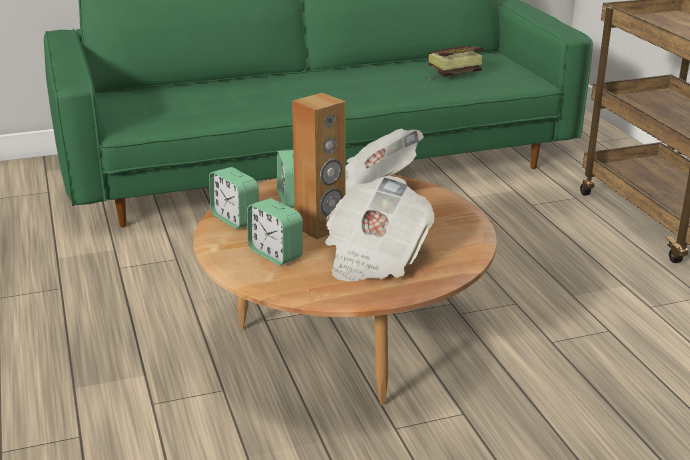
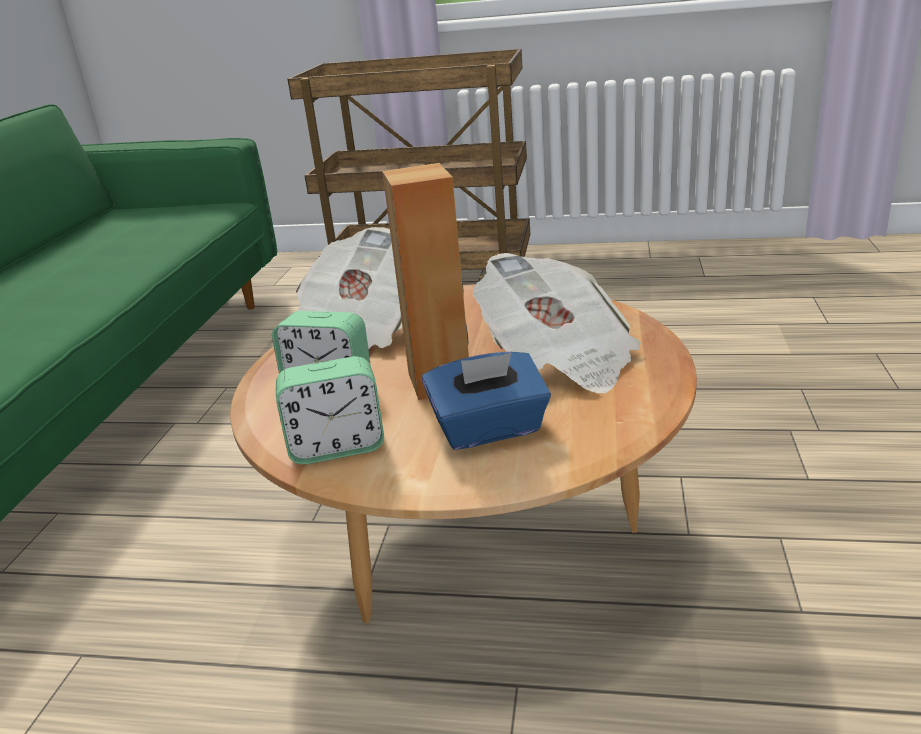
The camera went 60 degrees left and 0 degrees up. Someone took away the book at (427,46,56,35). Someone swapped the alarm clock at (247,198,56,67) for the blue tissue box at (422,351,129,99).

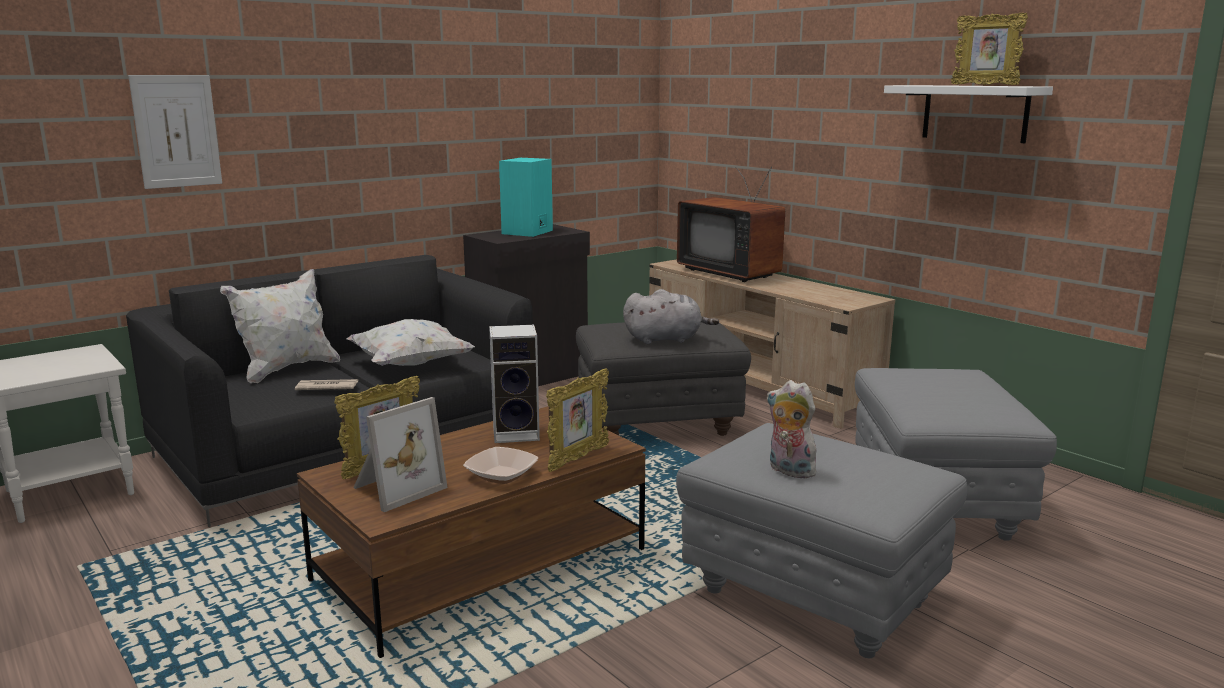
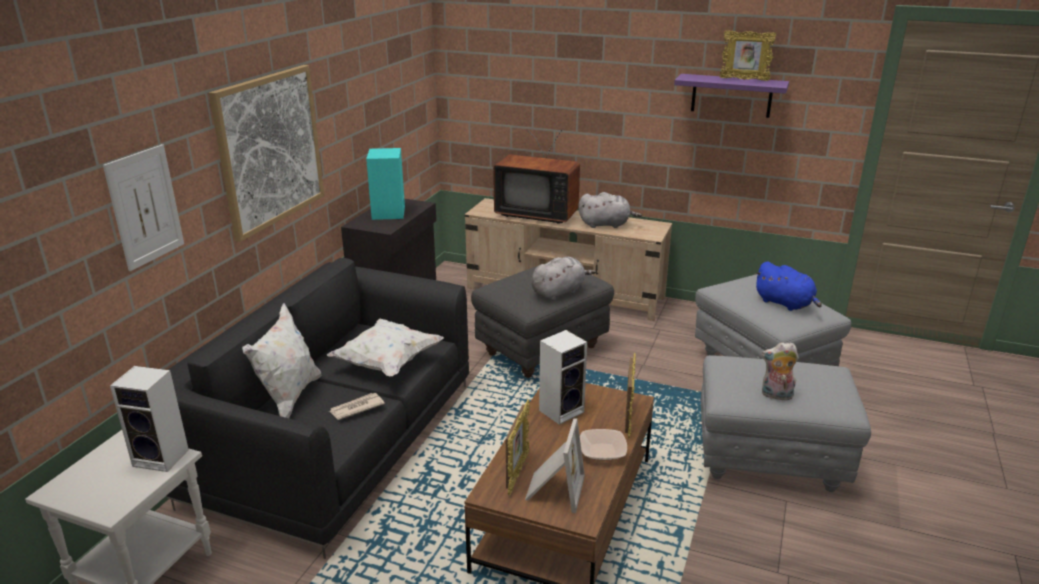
The camera went 30 degrees left and 10 degrees up. Someone put down the speaker at (110,366,79,106). Someone put up the picture at (209,65,115,177). Someone put down the grey plush toy at (578,192,64,36). Someone put down the blue plush toy at (754,262,68,49). Someone repainted the white shelf at (884,85,169,58), which became the purple shelf at (674,74,115,44).

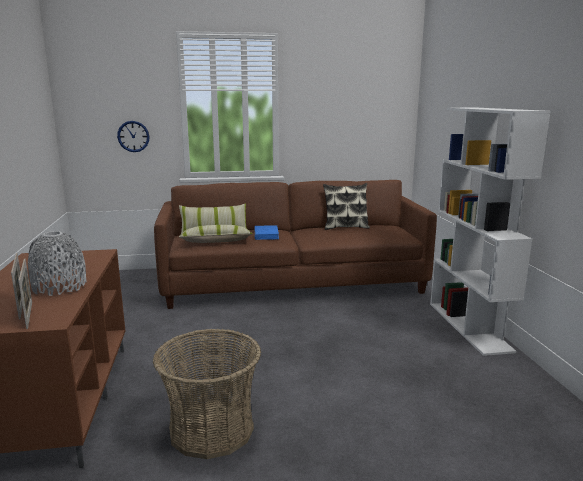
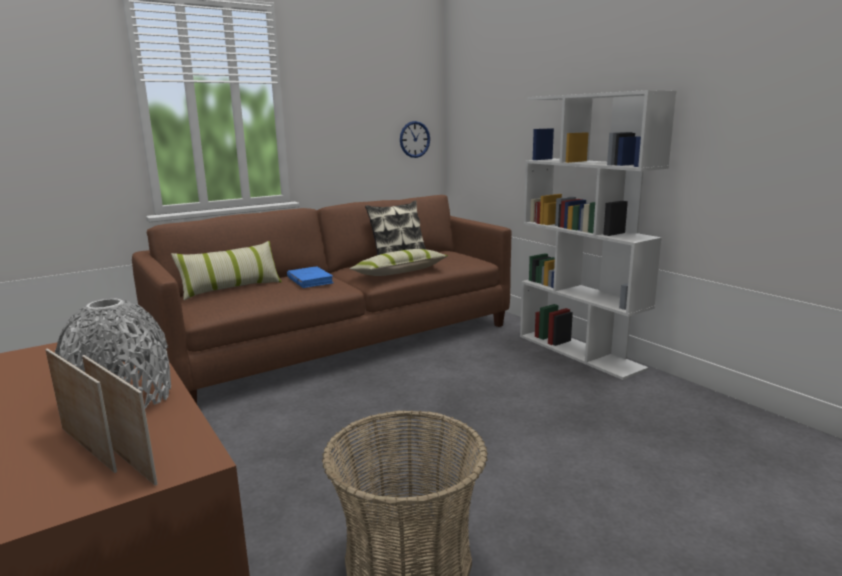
The camera went 25 degrees left and 0 degrees up. Someone carried the wall clock from (117,121,33,31) to (400,121,30,37). Someone carried the pillow from (179,225,74,18) to (350,249,98,27).

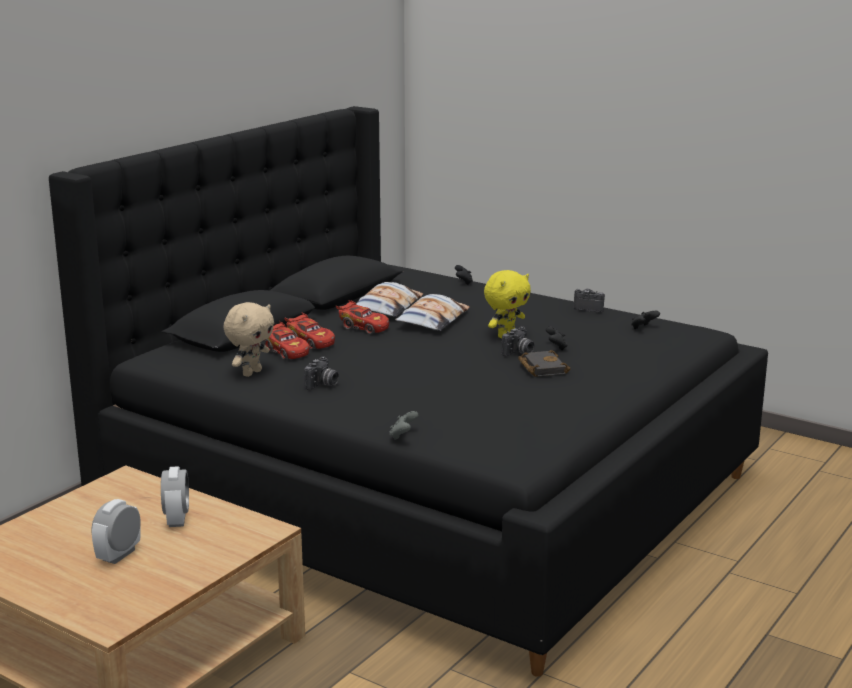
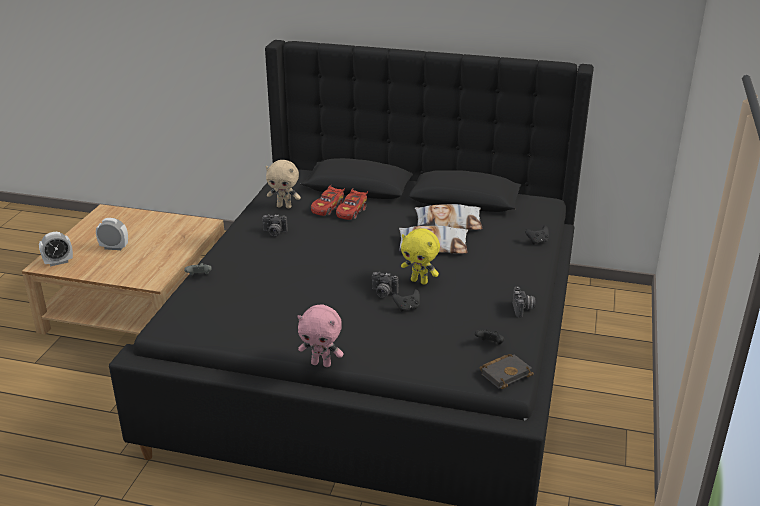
The camera went 70 degrees right and 10 degrees up. Someone took away the red toy car at (336,300,53,34). Someone put down the pink plush toy at (297,305,47,62). Someone carried the alarm clock from (161,466,28,61) to (39,232,34,35). Someone carried the black book from (518,350,52,27) to (480,354,54,35).

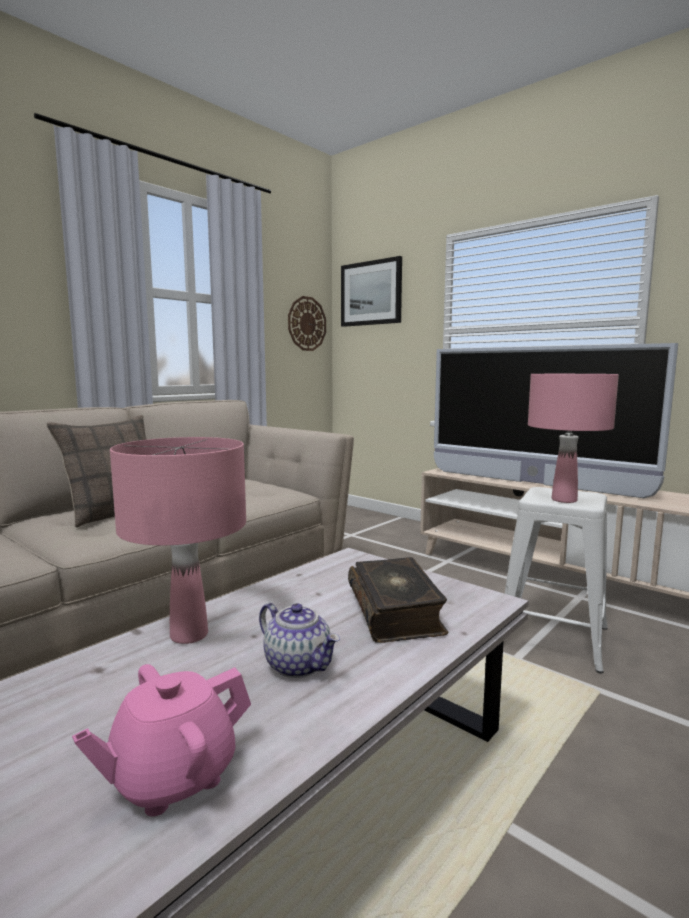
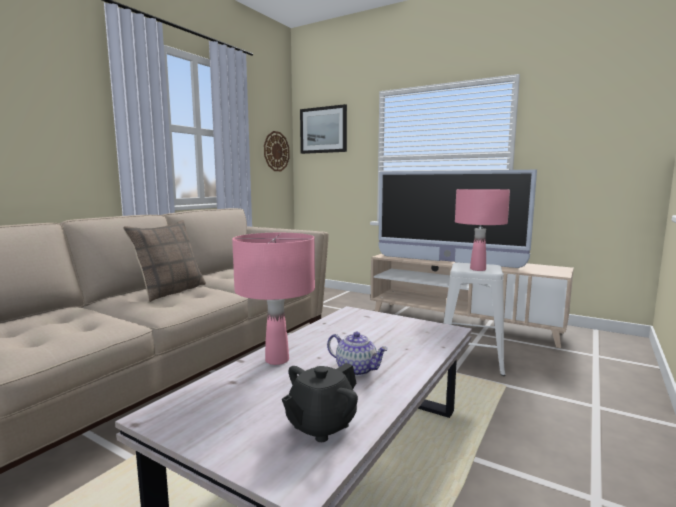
The camera went 10 degrees left and 0 degrees up. Someone took away the book at (348,557,100,86). Someone repainted the pink teapot at (72,664,179,153), which became the black teapot at (282,363,76,79).

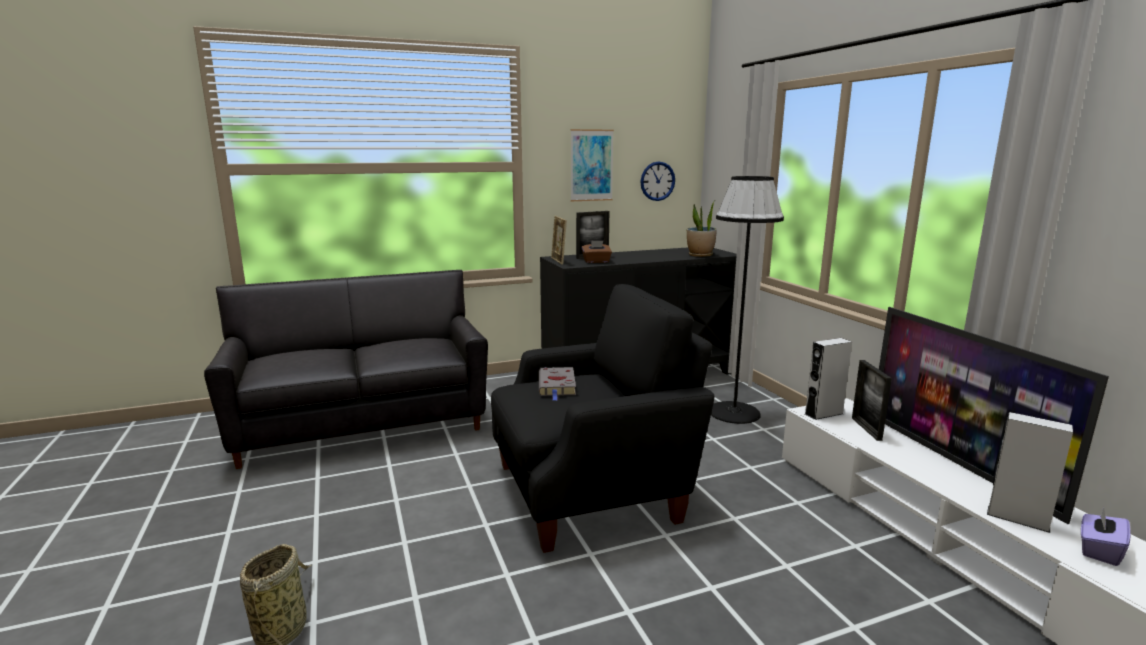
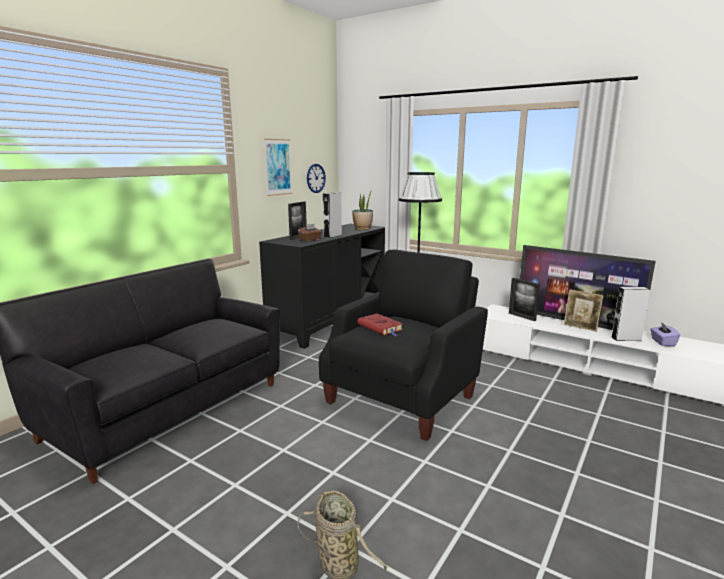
The camera went 35 degrees left and 0 degrees up. Someone carried the picture frame from (551,216,16,49) to (564,289,40,43). Someone carried the grey speaker from (805,338,47,82) to (323,192,19,46). Someone repainted the grey book at (539,367,37,34), which became the red book at (358,313,45,23).

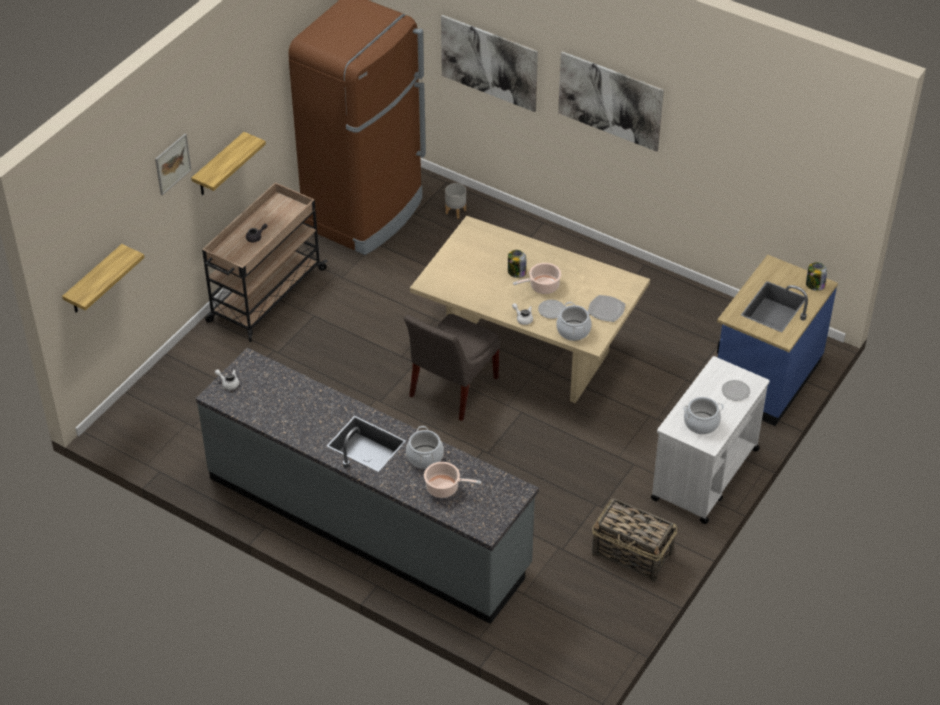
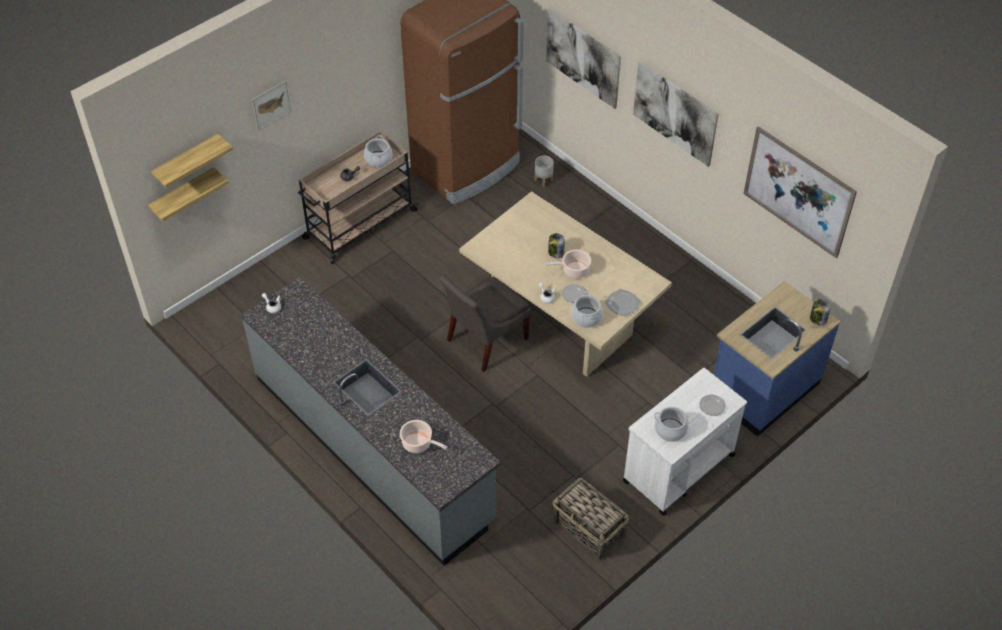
The camera went 15 degrees right and 5 degrees up. Someone put up the picture at (743,126,114,132). Someone carried the shelf from (191,132,75,63) to (151,134,82,54). Someone carried the cooking pot from (406,426,38,43) to (364,135,28,32).

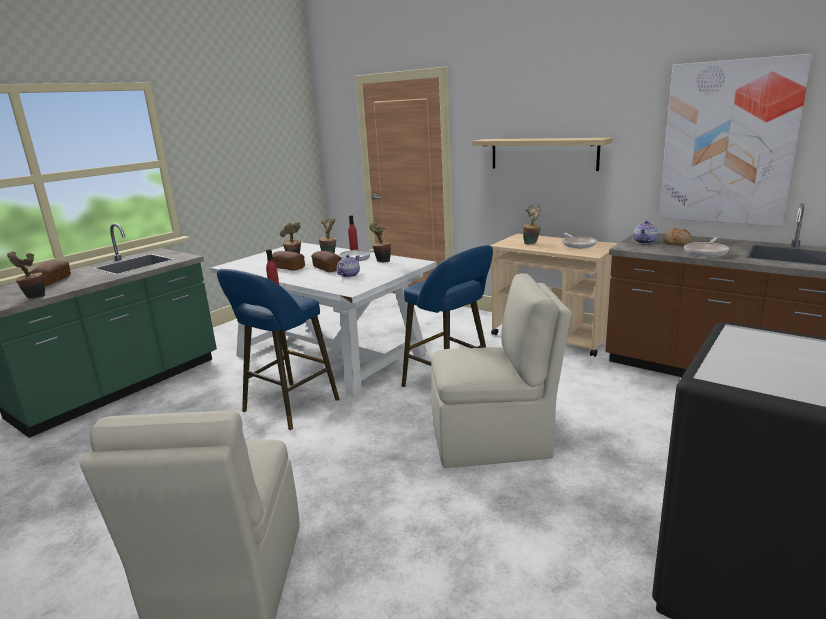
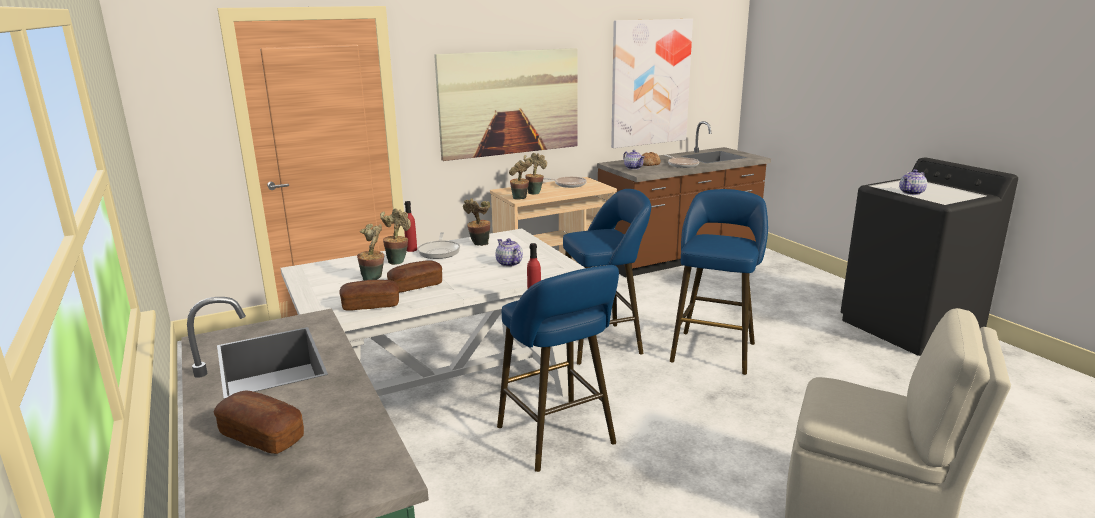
The camera went 65 degrees left and 0 degrees up. Someone put down the teapot at (899,169,28,26). Someone carried the potted plant from (7,251,39,48) to (509,160,22,39). Someone carried the bread from (311,251,31,21) to (339,280,60,31). Someone swapped the beige chair at (431,274,141,194) for the blue stool at (670,189,98,186). Someone swapped the shelf at (471,138,142,33) for the picture at (434,48,144,113).

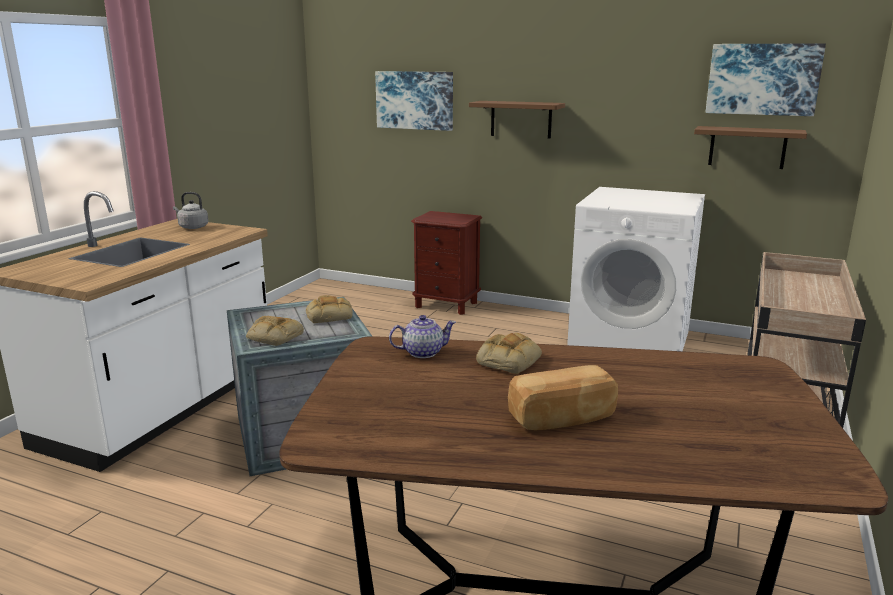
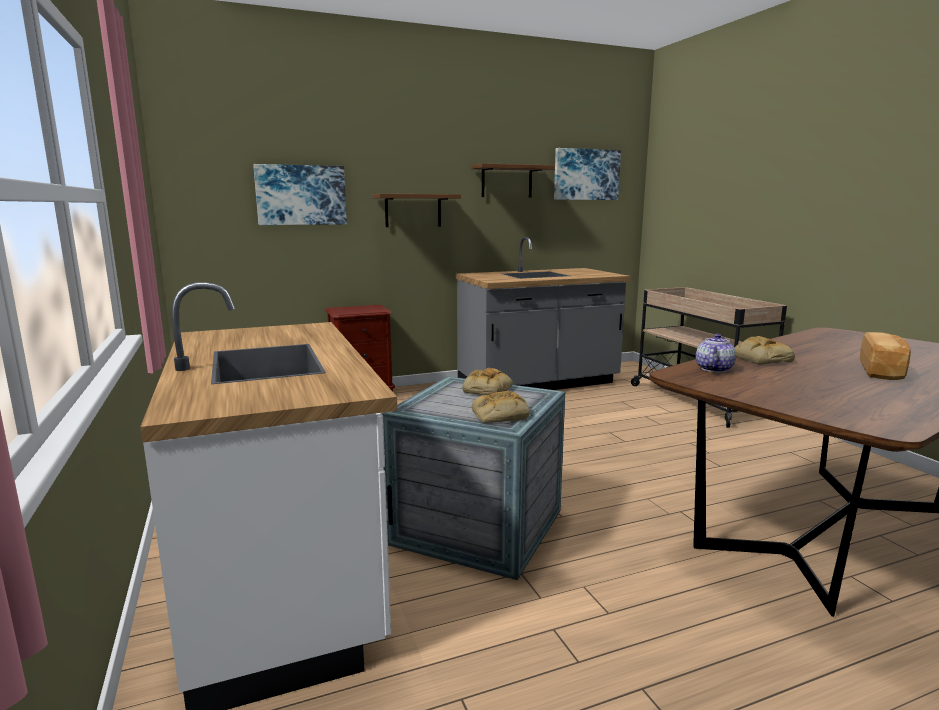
The camera went 45 degrees left and 5 degrees down. Someone took away the grey kettle at (173,192,35,37). Someone carried the brown shelf from (694,126,113,43) to (471,163,84,34). Someone swapped the white washing machine at (567,187,138,164) for the grey counter at (456,237,175,153).

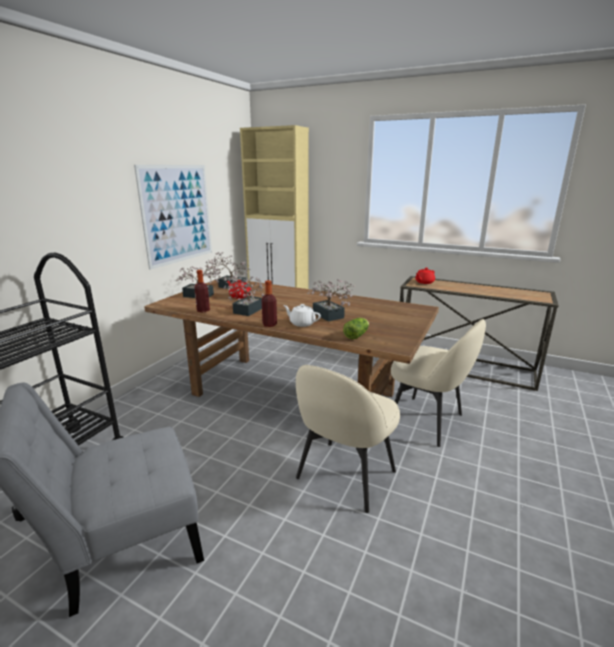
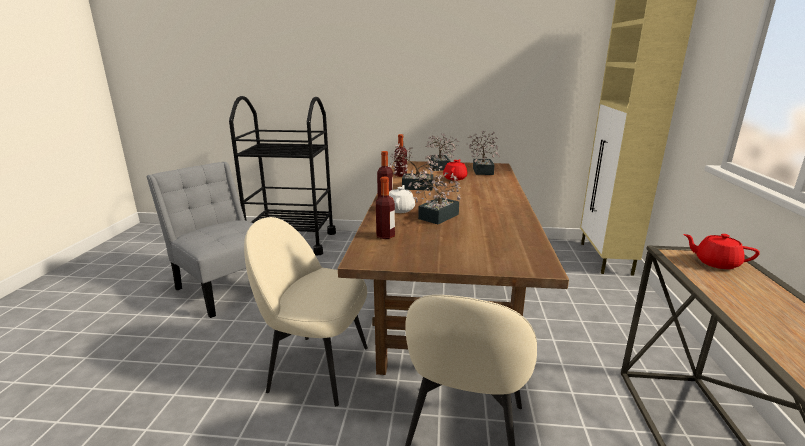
The camera went 70 degrees right and 0 degrees up. Someone took away the picture at (134,165,78,105). Someone swapped the lettuce at (343,318,26,21) for the bottle at (376,177,19,62).

